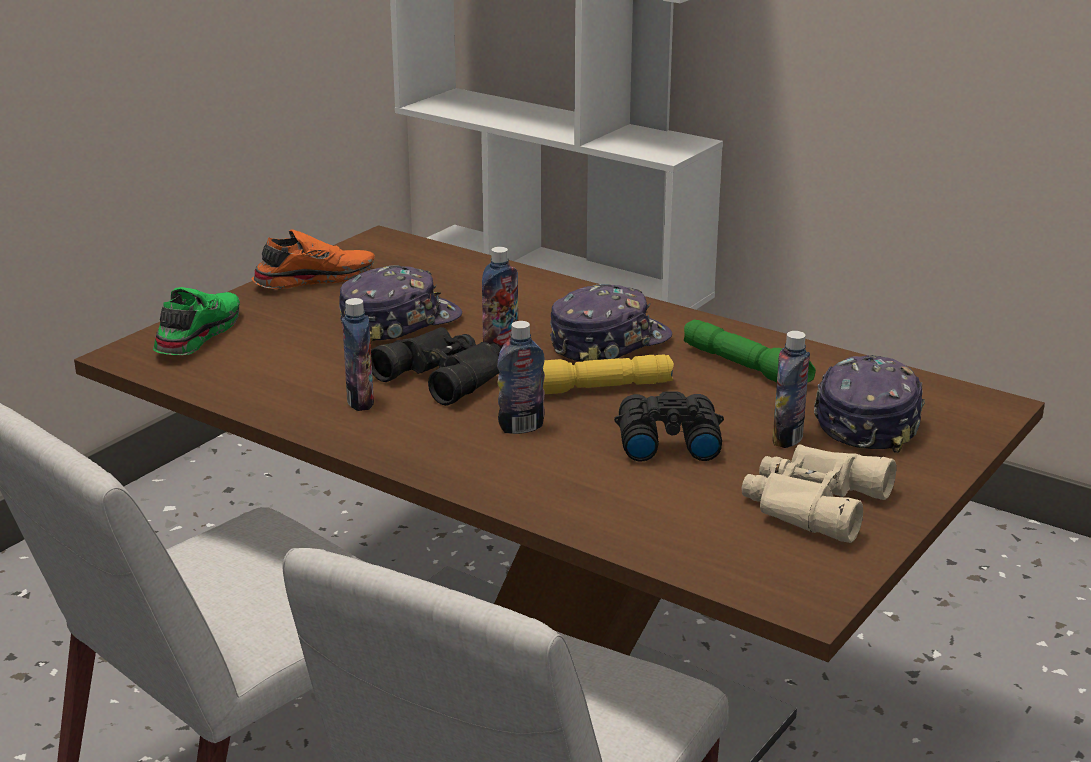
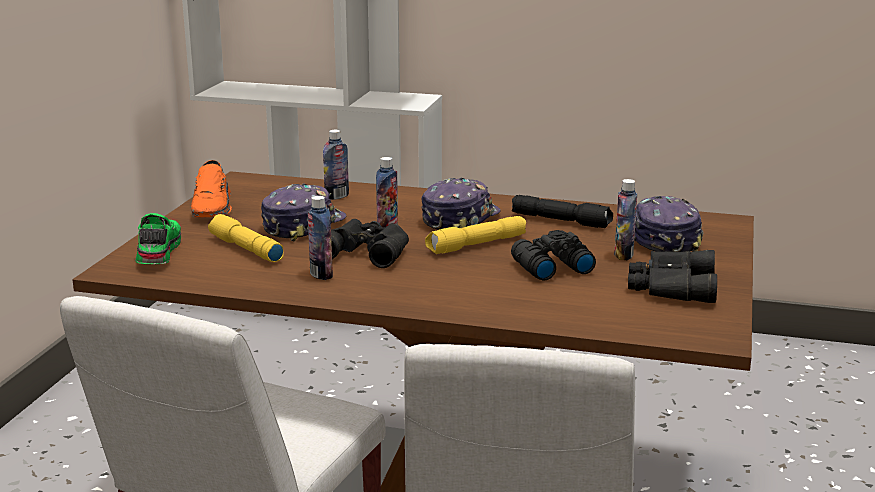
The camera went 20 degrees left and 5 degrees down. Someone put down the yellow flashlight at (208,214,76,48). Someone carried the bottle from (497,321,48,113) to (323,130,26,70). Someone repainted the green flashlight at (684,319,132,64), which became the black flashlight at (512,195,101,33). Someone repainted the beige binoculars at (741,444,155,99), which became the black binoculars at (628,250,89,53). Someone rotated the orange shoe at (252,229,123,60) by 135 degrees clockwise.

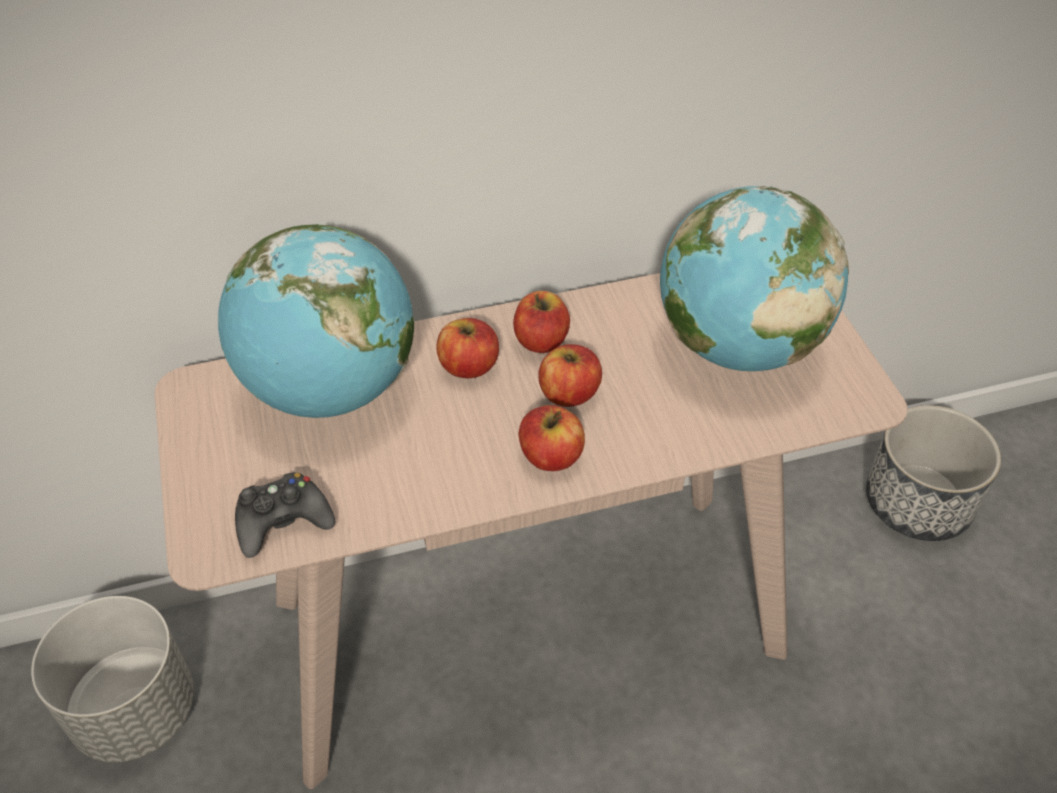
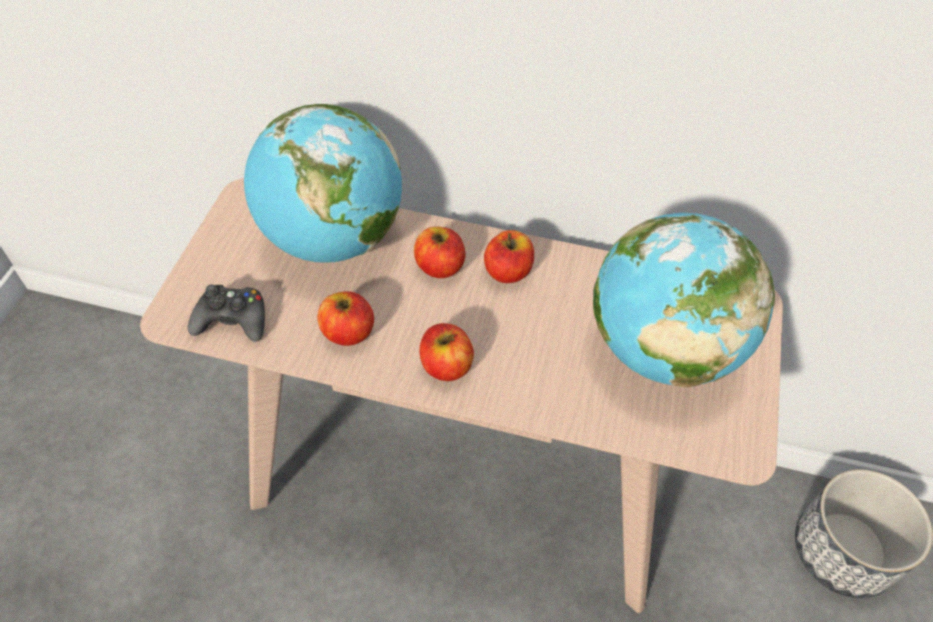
The camera went 30 degrees right and 5 degrees up. Someone took away the grey planter at (31,596,163,167). Someone carried the apple from (538,344,64,63) to (317,291,57,55).

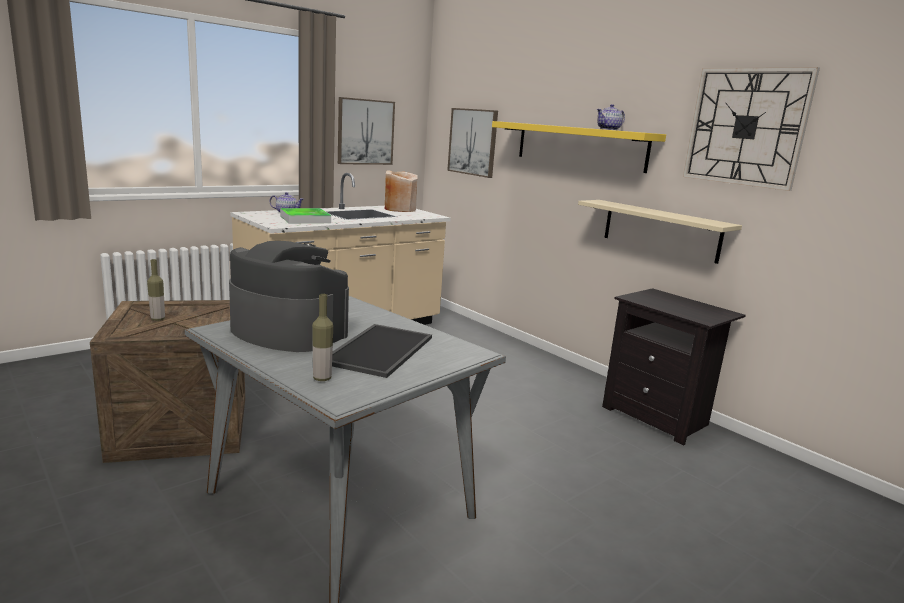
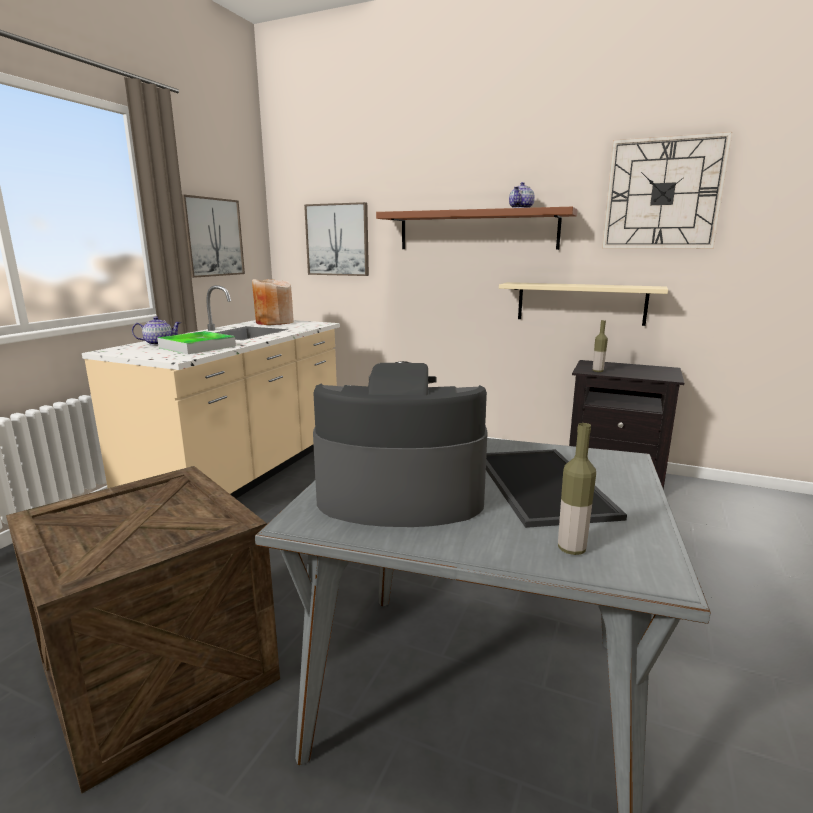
The camera went 25 degrees left and 0 degrees up. Someone carried the bottle from (147,259,18,62) to (593,320,15,52). Someone repainted the yellow shelf at (492,121,174,52), which became the brown shelf at (376,207,201,43).

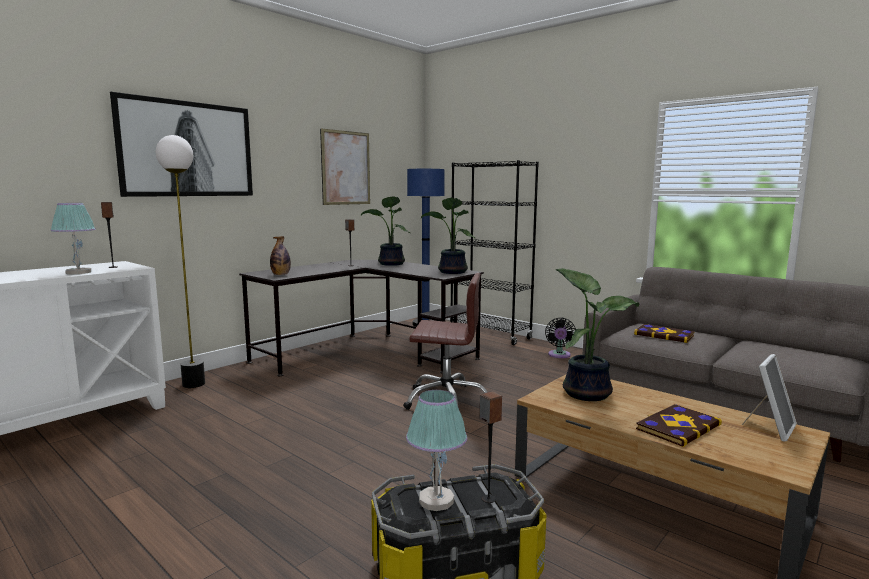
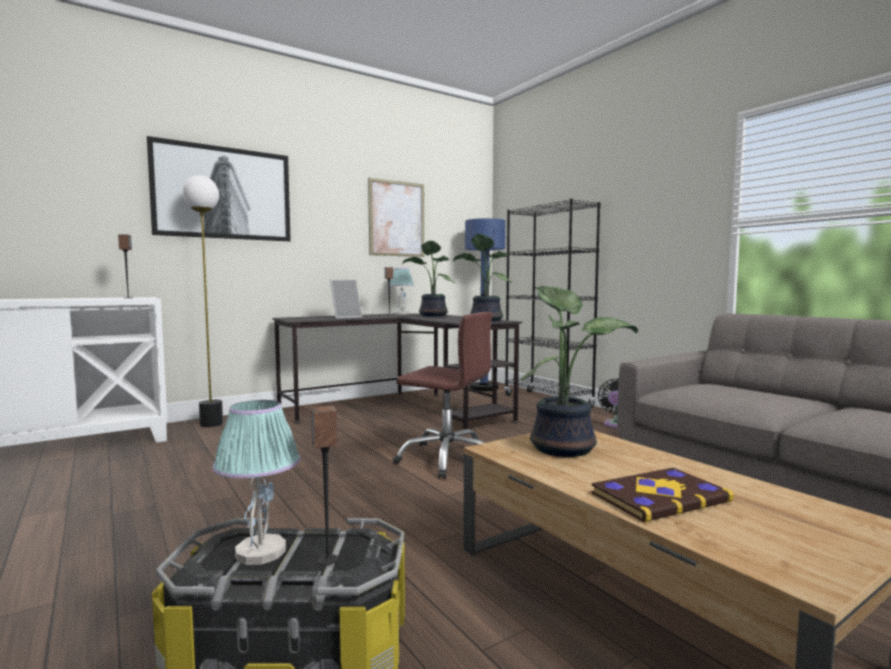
The camera went 15 degrees right and 5 degrees down. Someone took away the bottle at (270,236,21,39). Someone took away the book at (634,324,61,19). Someone carried the table lamp from (50,203,46,71) to (390,268,24,46). Someone carried the picture frame from (742,354,55,87) to (330,279,32,40).

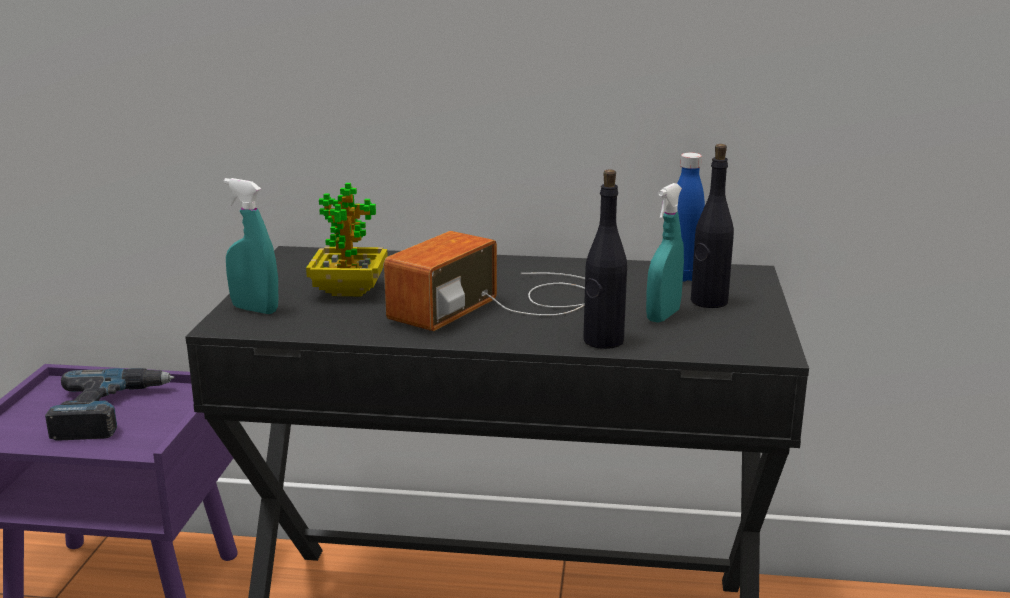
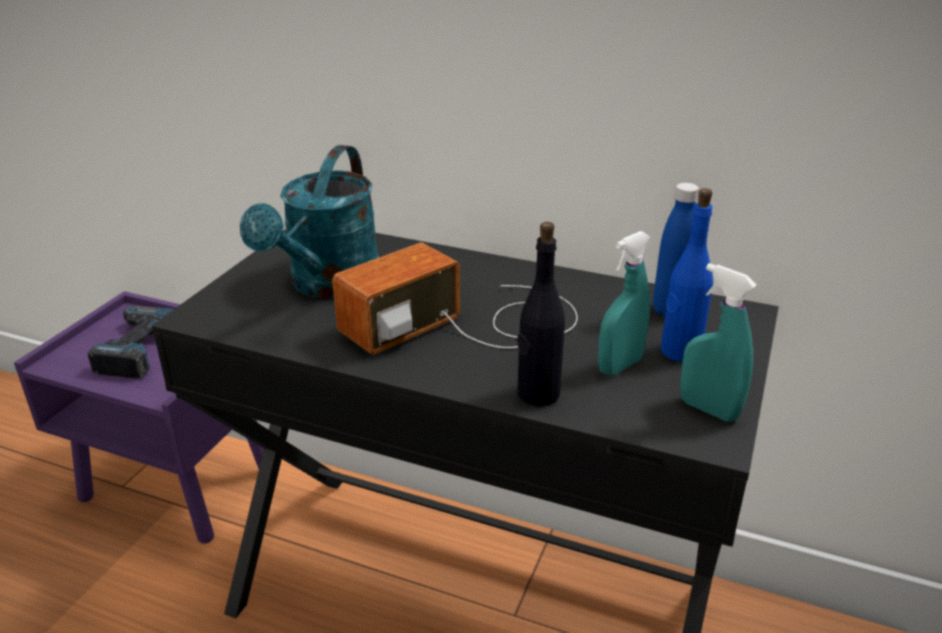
The camera went 15 degrees right and 10 degrees up. Someone carried the turquoise spray bottle from (224,178,54,136) to (680,263,77,159). Someone swapped the potted plant at (306,183,82,113) for the turquoise watering can at (240,145,139,154). Someone repainted the black bottle at (691,144,43,164), which became the blue bottle at (661,188,52,174).

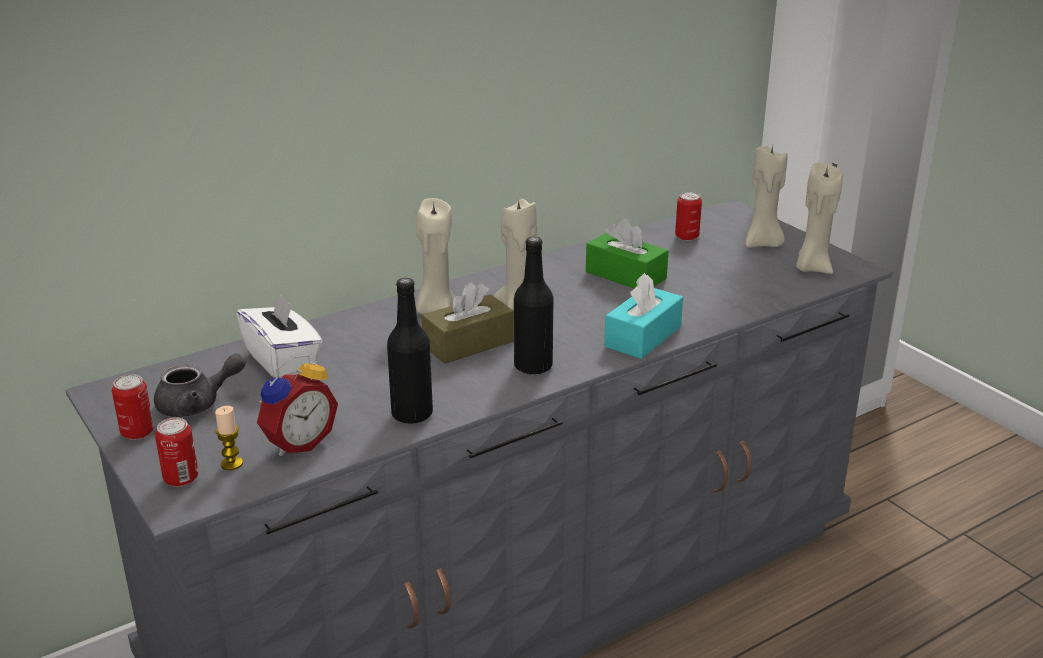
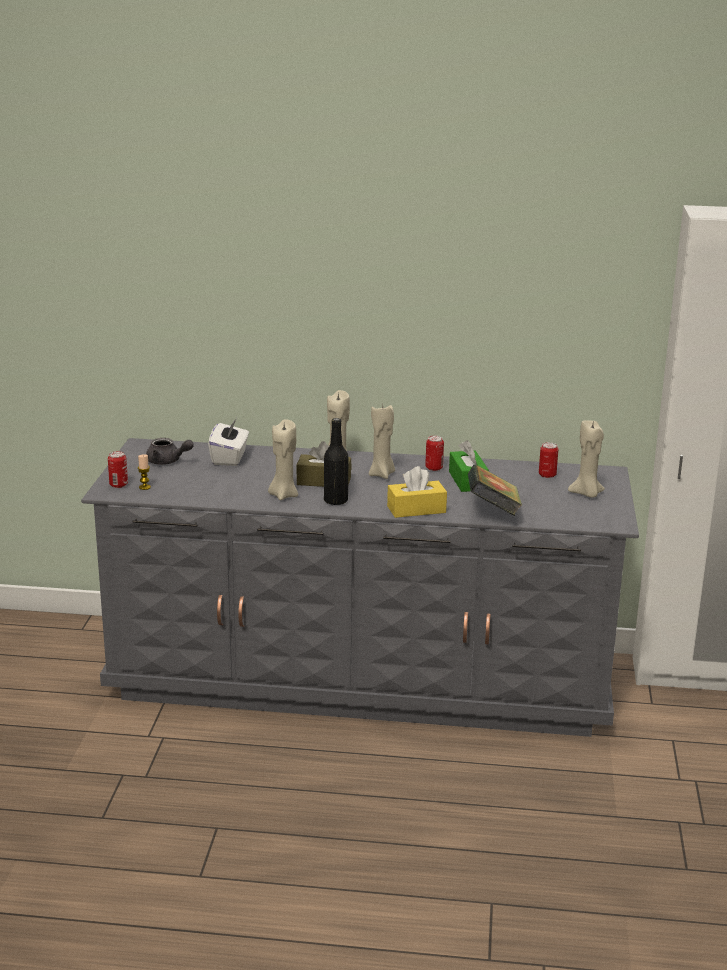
The camera went 40 degrees right and 5 degrees down. Someone took away the alarm clock at (257,354,81,102). Someone took away the black bottle at (387,278,46,146). Someone put down the book at (468,464,54,52). Someone carried the can from (112,374,42,66) to (425,436,19,35). Someone carried the beige candle from (796,163,47,111) to (268,419,30,81). Someone repainted the turquoise tissue box at (604,273,79,86), which became the yellow tissue box at (387,466,60,52).

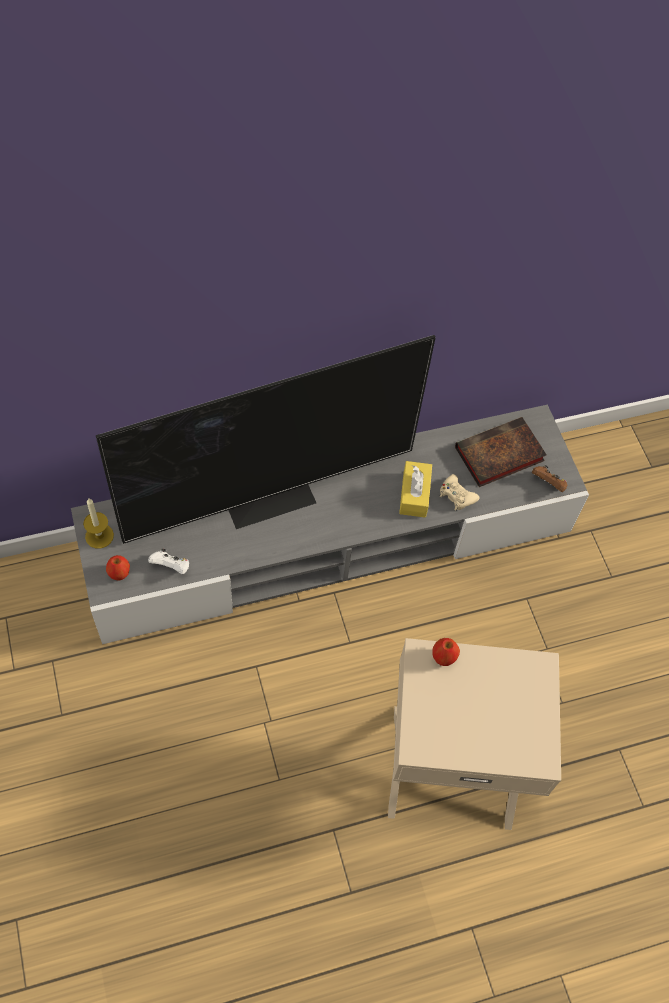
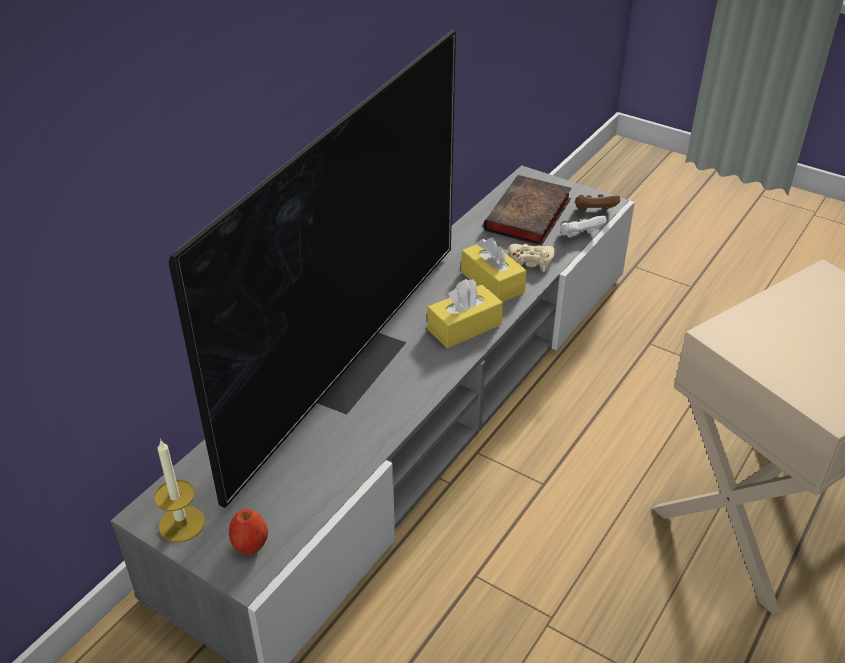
The camera went 35 degrees left and 20 degrees down. Someone took away the apple at (432,638,28,28). Someone put down the yellow tissue box at (427,279,76,69). Someone carried the white game controller from (148,548,41,26) to (560,216,47,22).

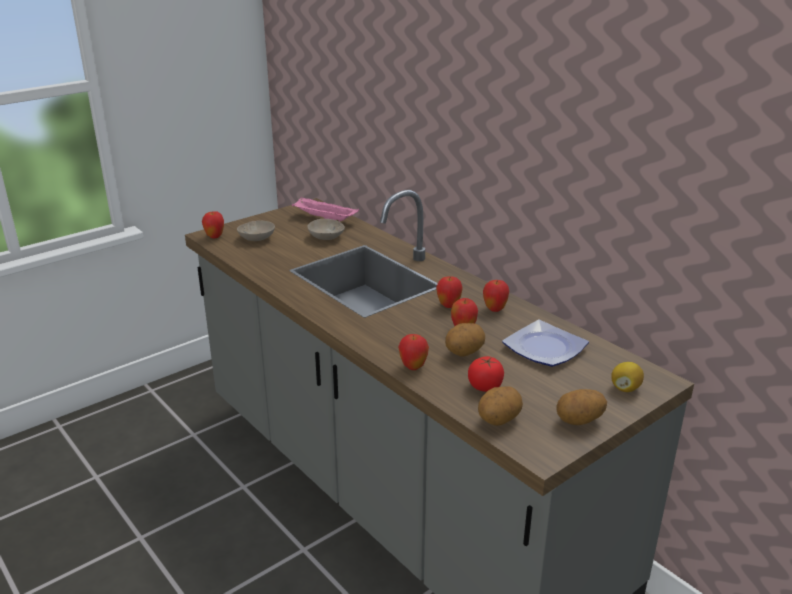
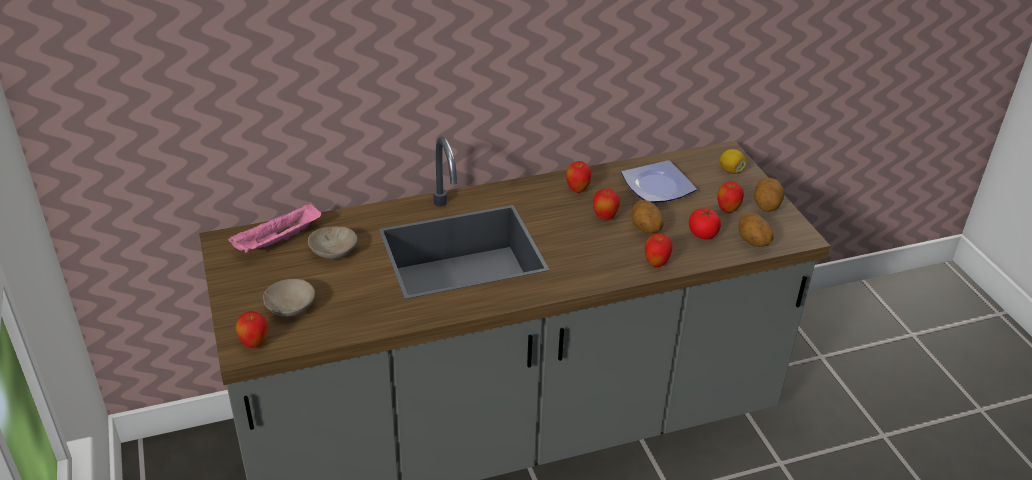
The camera went 70 degrees left and 10 degrees up. Someone carried the apple from (436,276,27,32) to (717,181,27,32).

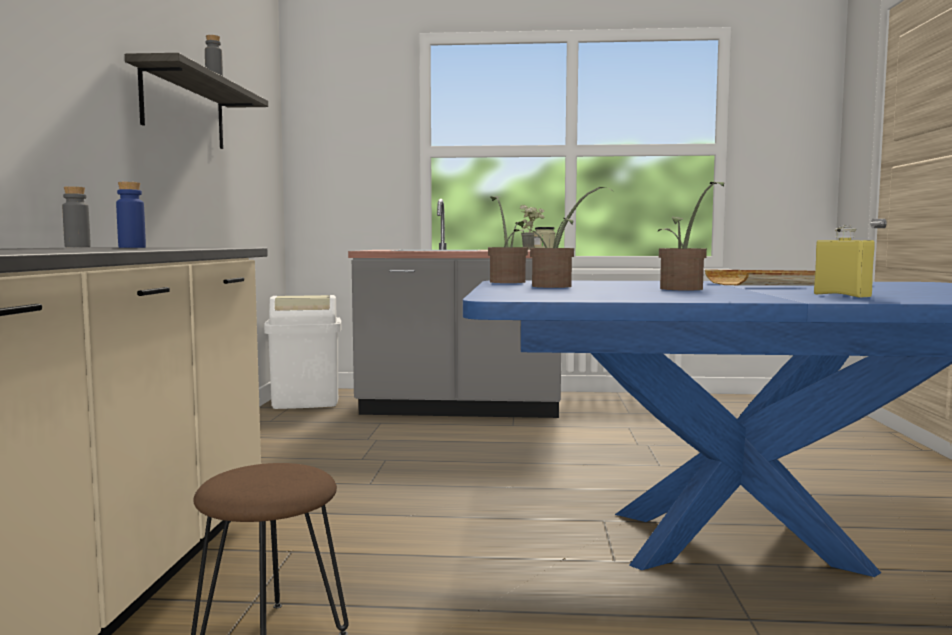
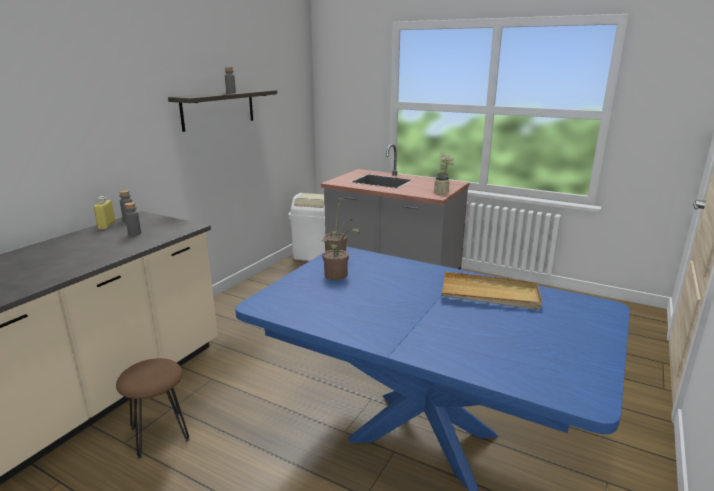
The camera went 25 degrees right and 15 degrees up. Someone took away the potted plant at (657,182,67,108). Someone carried the yellow bottle from (814,225,61,73) to (94,196,22,33). Someone repainted the blue bottle at (116,182,30,66), which became the grey bottle at (124,202,17,34).

